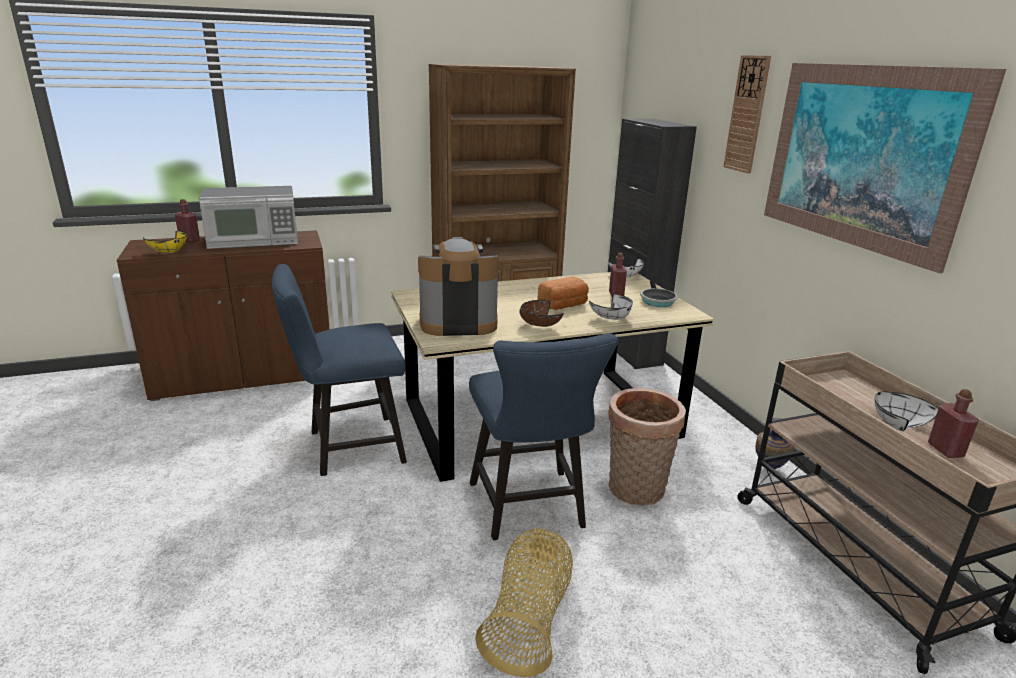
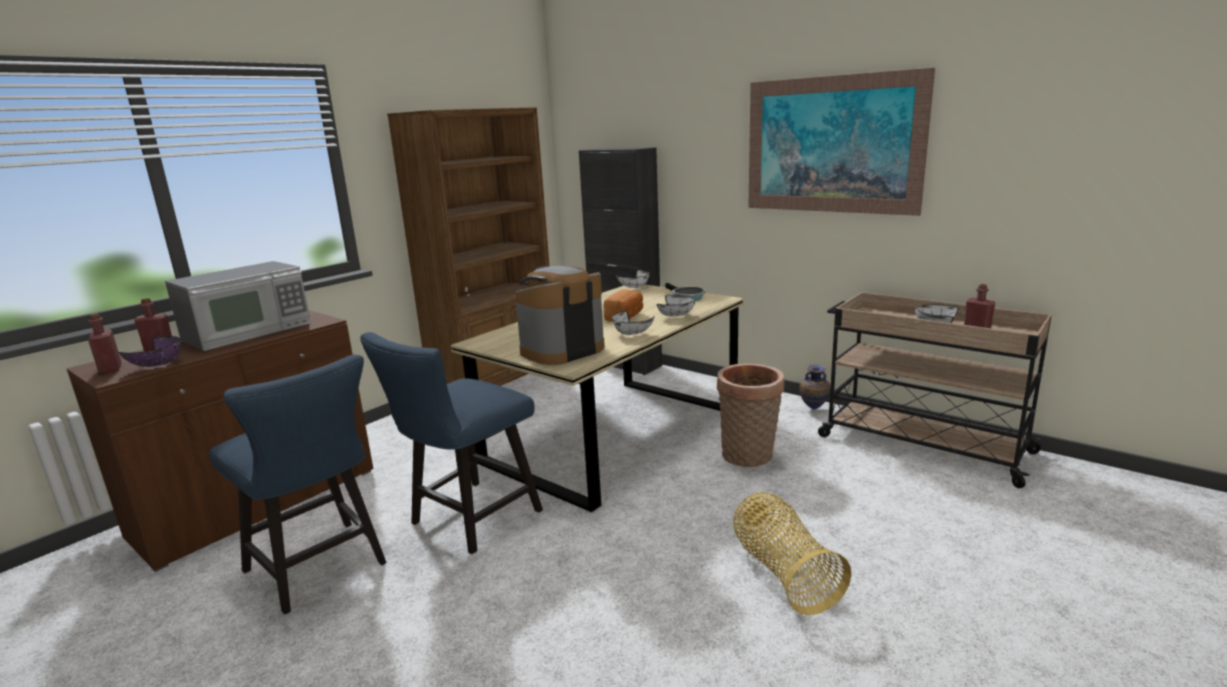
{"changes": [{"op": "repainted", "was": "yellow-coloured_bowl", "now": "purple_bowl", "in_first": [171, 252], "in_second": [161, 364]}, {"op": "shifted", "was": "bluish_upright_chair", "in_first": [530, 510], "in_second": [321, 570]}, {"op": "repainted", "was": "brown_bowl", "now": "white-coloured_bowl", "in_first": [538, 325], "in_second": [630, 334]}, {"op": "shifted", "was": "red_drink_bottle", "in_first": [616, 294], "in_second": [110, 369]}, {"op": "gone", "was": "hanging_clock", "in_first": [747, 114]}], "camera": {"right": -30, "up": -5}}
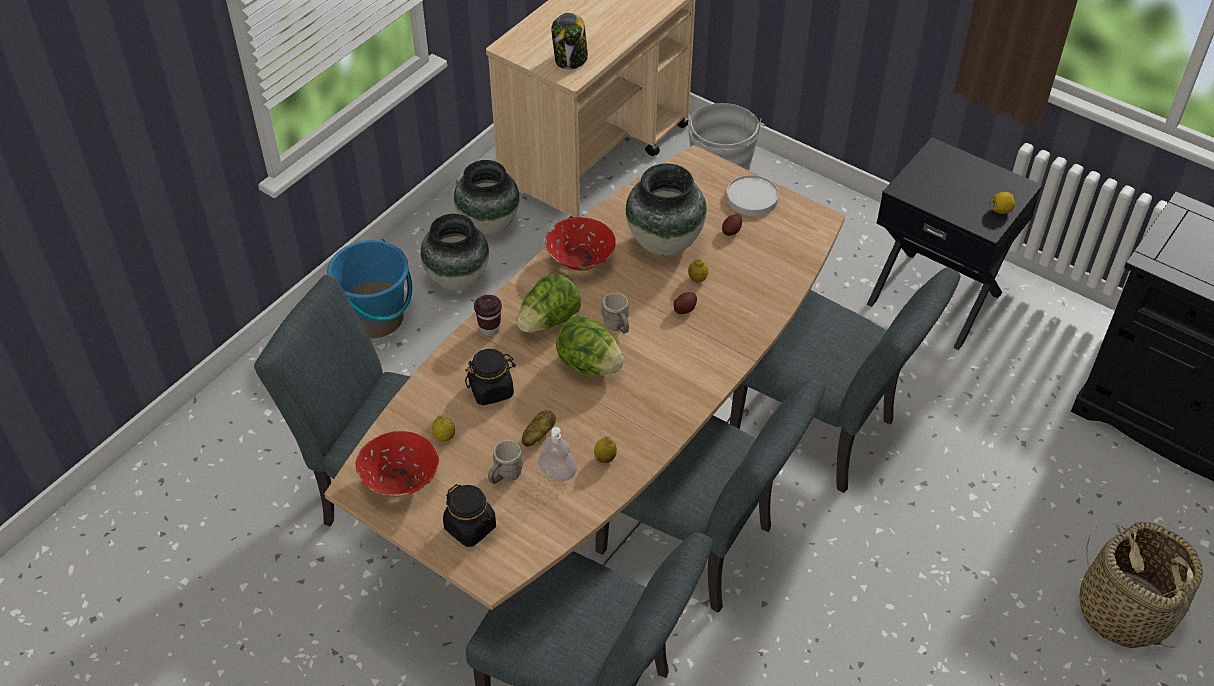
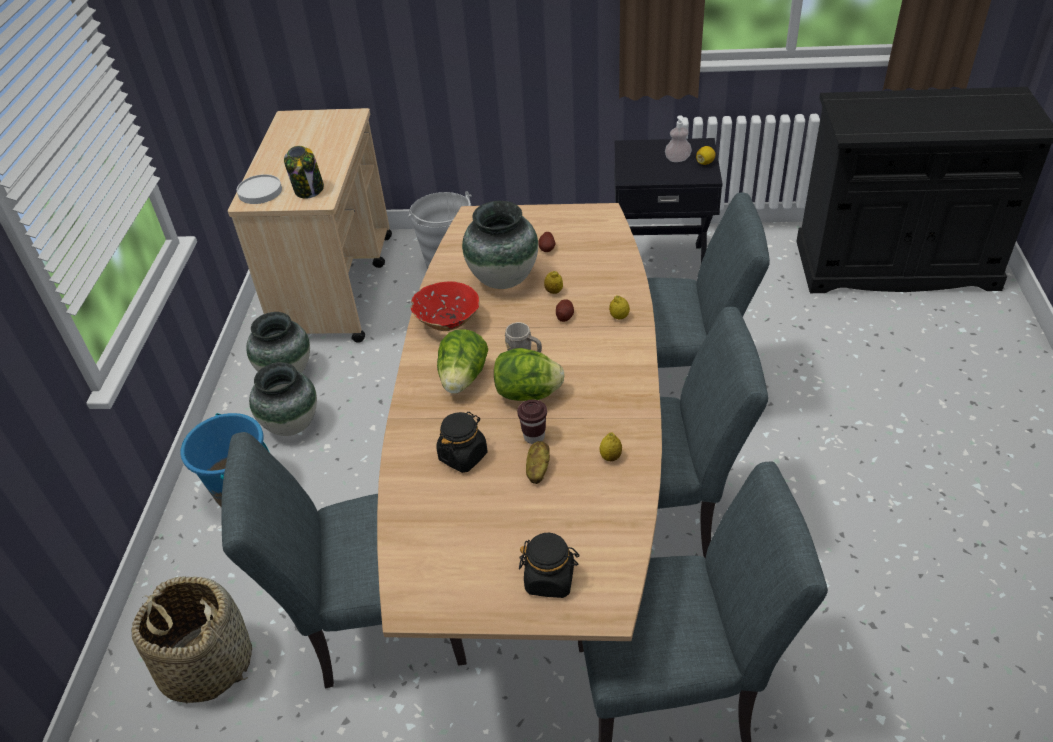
{"changes": [{"op": "gone", "was": "red_bowl", "in_first": [400, 481]}, {"op": "shifted", "was": "whole_lemon", "in_first": [444, 437], "in_second": [619, 317]}, {"op": "shifted", "was": "brown_drinking_cup", "in_first": [490, 329], "in_second": [534, 436]}, {"op": "gone", "was": "greyish_mug", "in_first": [505, 476]}, {"op": "shifted", "was": "soap_bottle", "in_first": [558, 473], "in_second": [677, 159]}, {"op": "shifted", "was": "white-coloured_flat_dish", "in_first": [752, 198], "in_second": [260, 192]}, {"op": "shifted", "was": "household_basket", "in_first": [1124, 610], "in_second": [206, 664]}], "camera": {"right": -30, "up": -5}}
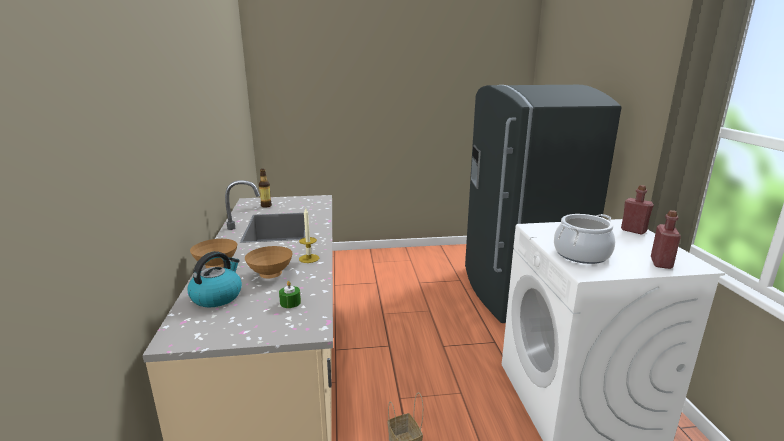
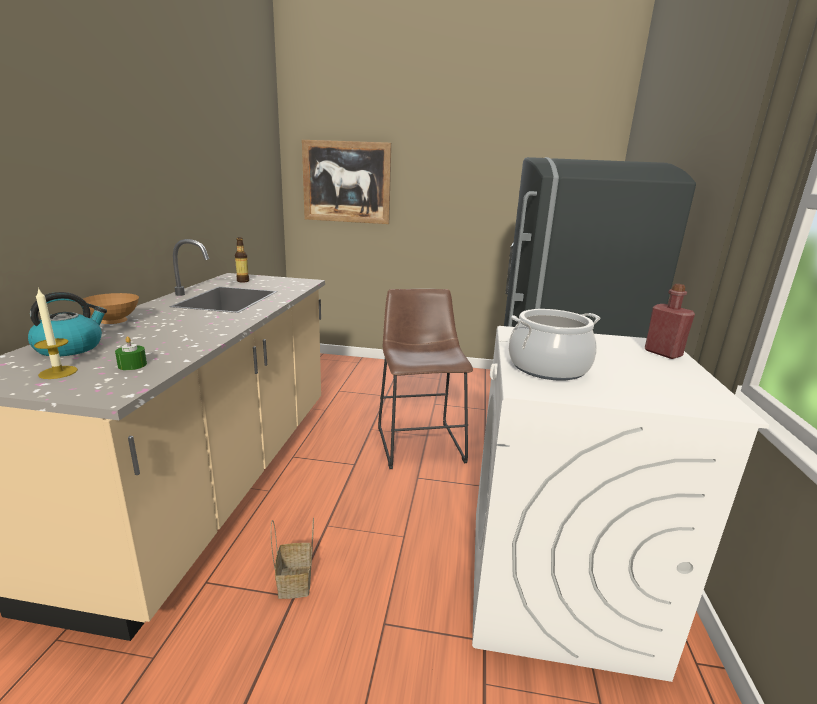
{"changes": [{"op": "gone", "was": "brown_bowl", "in_first": [270, 275]}, {"op": "shifted", "was": "wax_light", "in_first": [309, 258], "in_second": [58, 372]}, {"op": "gone", "was": "red_drink_bottle", "in_first": [661, 263]}, {"op": "new", "now": "wall_art", "in_second": [346, 182]}, {"op": "new", "now": "brown_sitting_stool", "in_second": [419, 441]}], "camera": {"right": 15, "up": 0}}
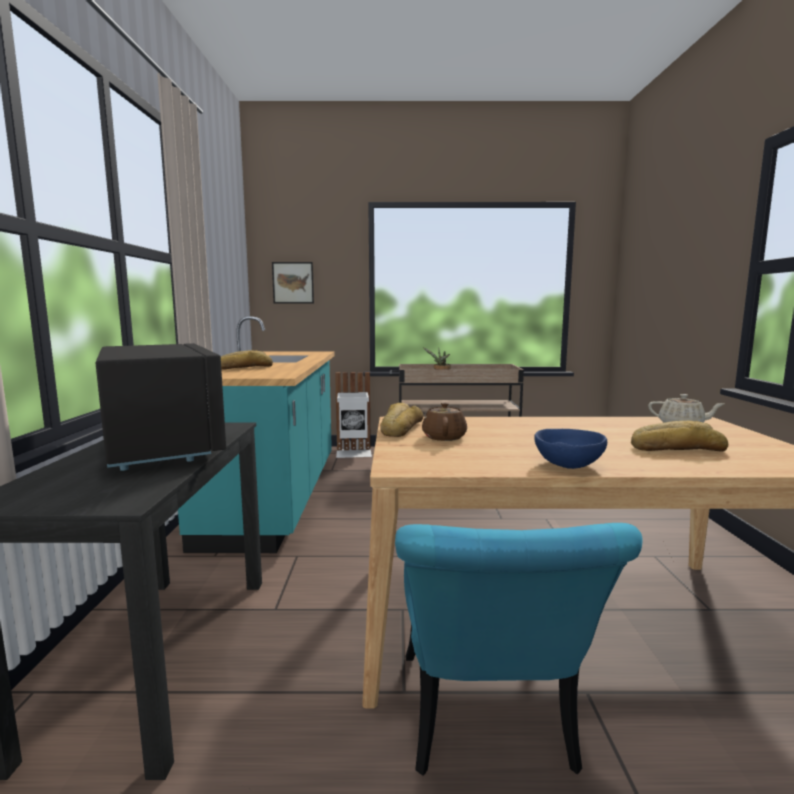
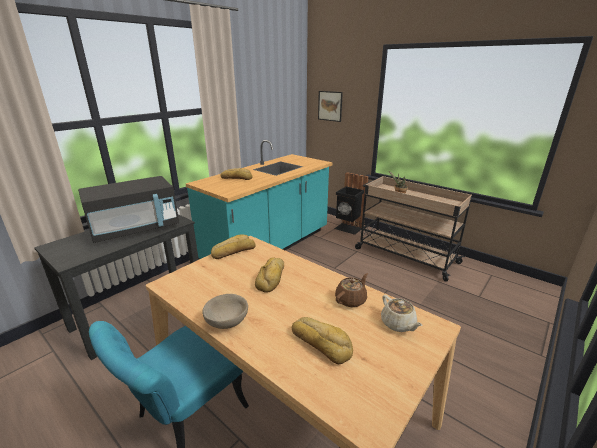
{"changes": [{"op": "rotated", "was": "blackish_microwave", "in_first": [163, 445], "in_second": [136, 229], "clockwise": 45}, {"op": "repainted", "was": "white-coloured_rubbish_bin", "now": "blackish_rubbish_bin", "in_first": [354, 453], "in_second": [348, 228]}, {"op": "shifted", "was": "brown_pot_for_tea", "in_first": [444, 437], "in_second": [351, 300]}, {"op": "repainted", "was": "bluish_bowl", "now": "beige_bowl", "in_first": [567, 465], "in_second": [227, 321]}, {"op": "new", "now": "bakery_bread", "in_second": [272, 277]}], "camera": {"right": 40, "up": 15}}
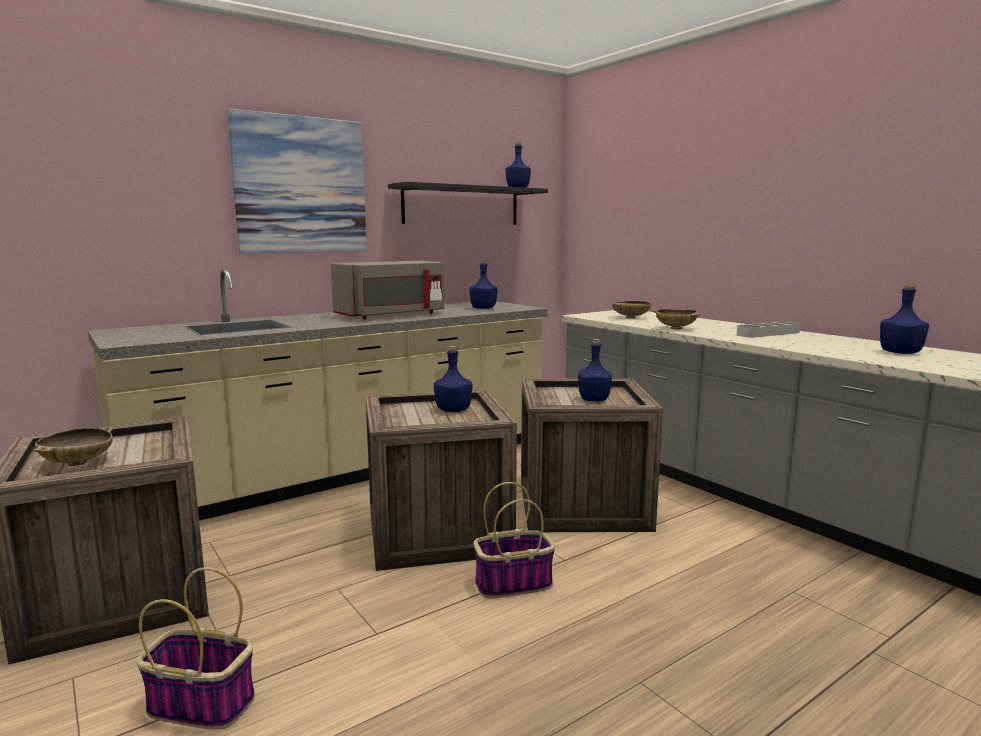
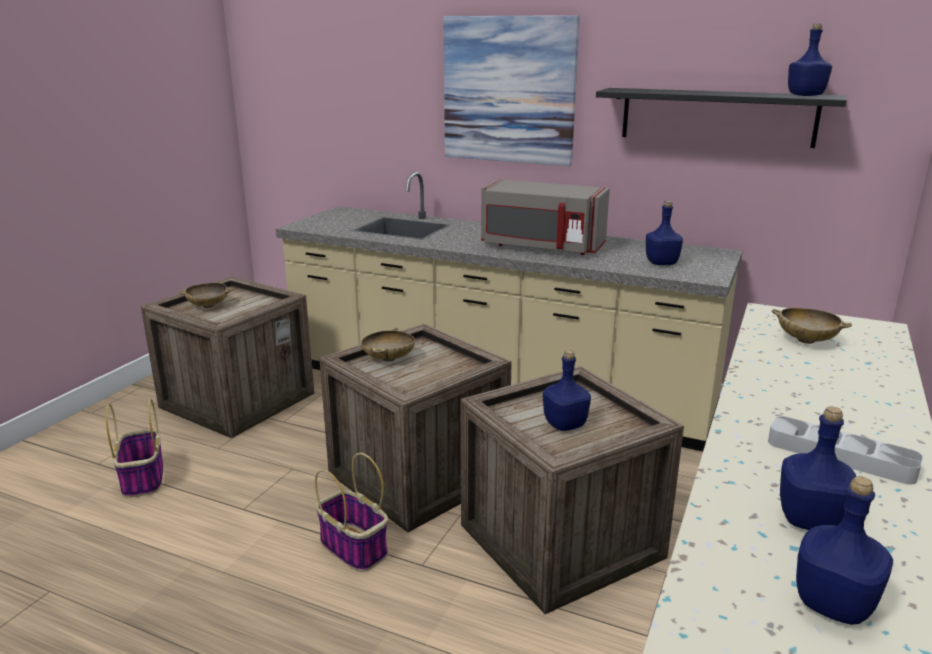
{"changes": [{"op": "shifted", "was": "bluish_drink_bottle", "in_first": [453, 410], "in_second": [810, 521]}, {"op": "shifted", "was": "beige_bowl", "in_first": [675, 328], "in_second": [388, 359]}], "camera": {"right": 60, "up": 10}}
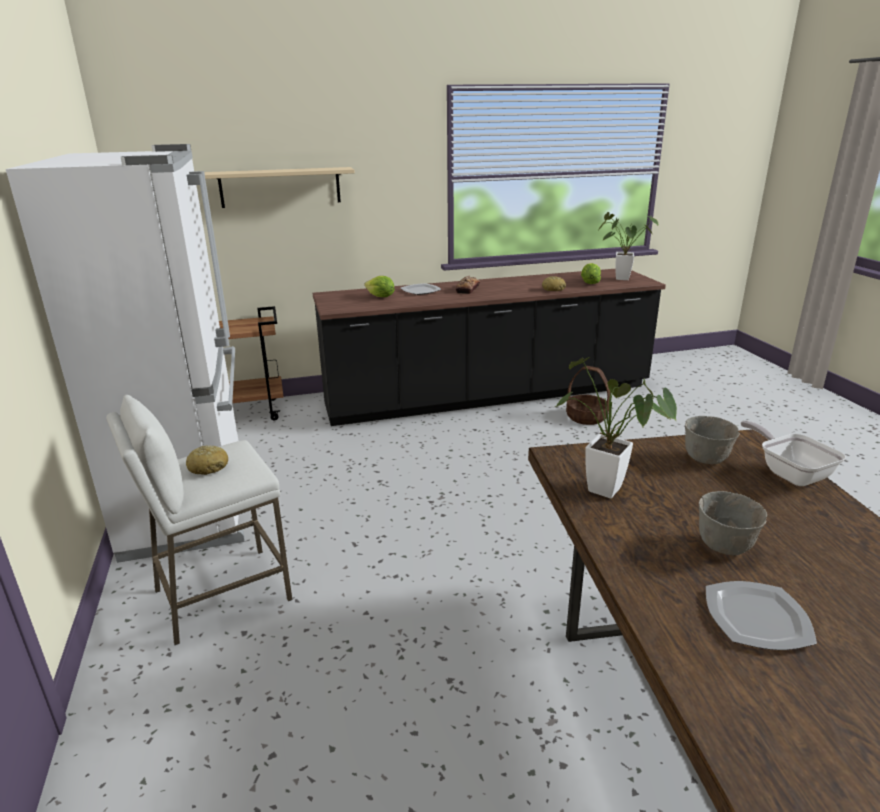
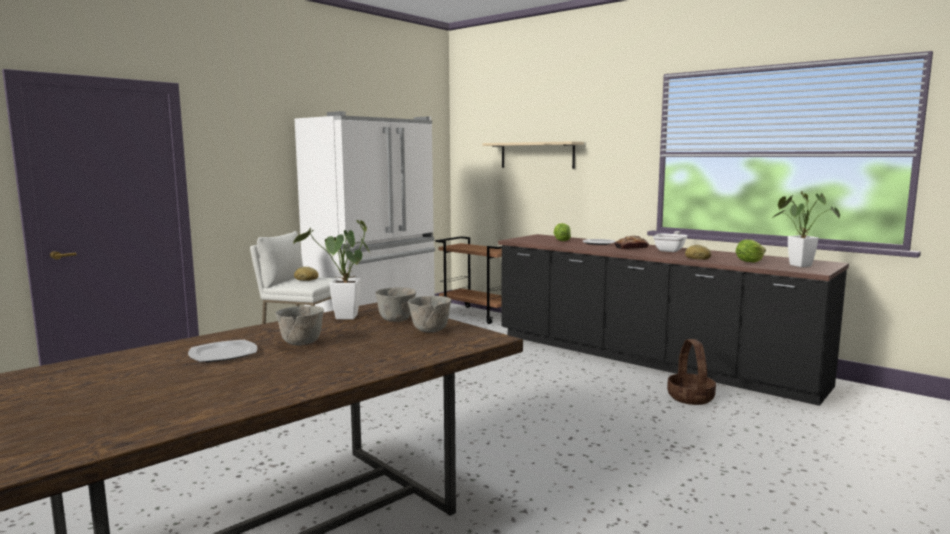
{"changes": [{"op": "shifted", "was": "frying_pan", "in_first": [789, 473], "in_second": [670, 250]}, {"op": "new", "now": "greyish_bowl", "in_second": [397, 320]}], "camera": {"right": 55, "up": -15}}
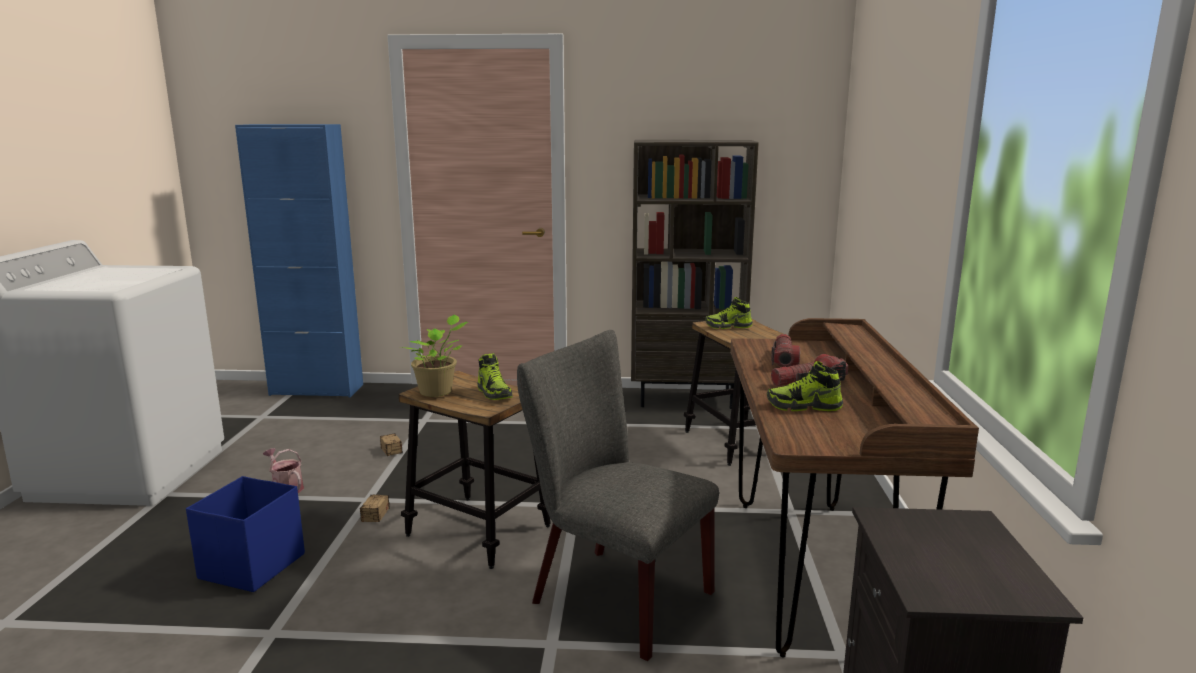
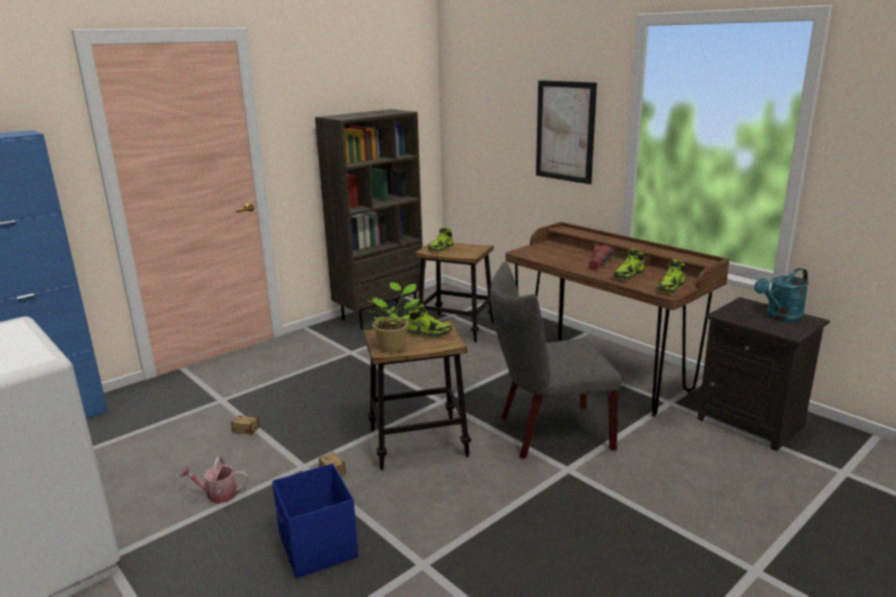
{"changes": [{"op": "gone", "was": "flashlight", "in_first": [783, 359]}, {"op": "new", "now": "wall_art", "in_second": [565, 131]}, {"op": "new", "now": "item_of_footwear", "in_second": [670, 288]}, {"op": "new", "now": "turquoise-coloured_sprinkling_can", "in_second": [780, 317]}], "camera": {"right": -45, "up": 5}}
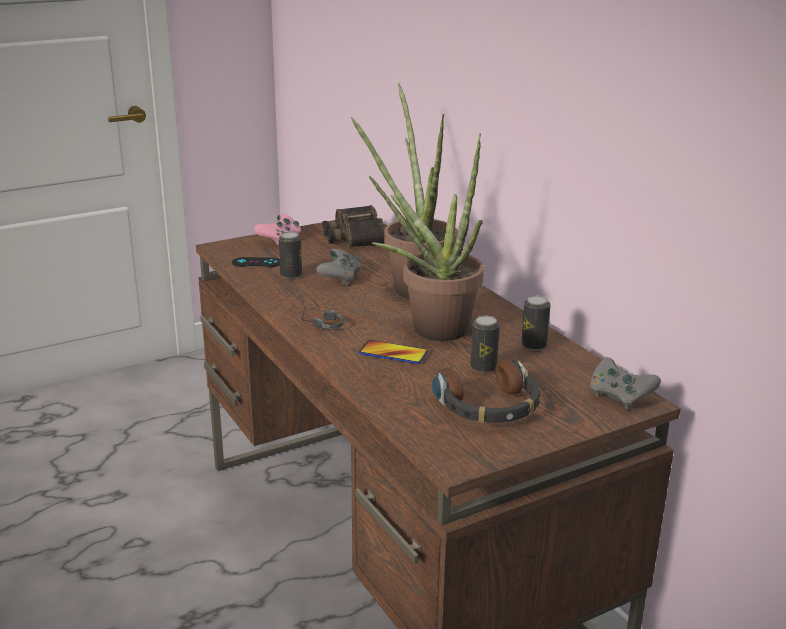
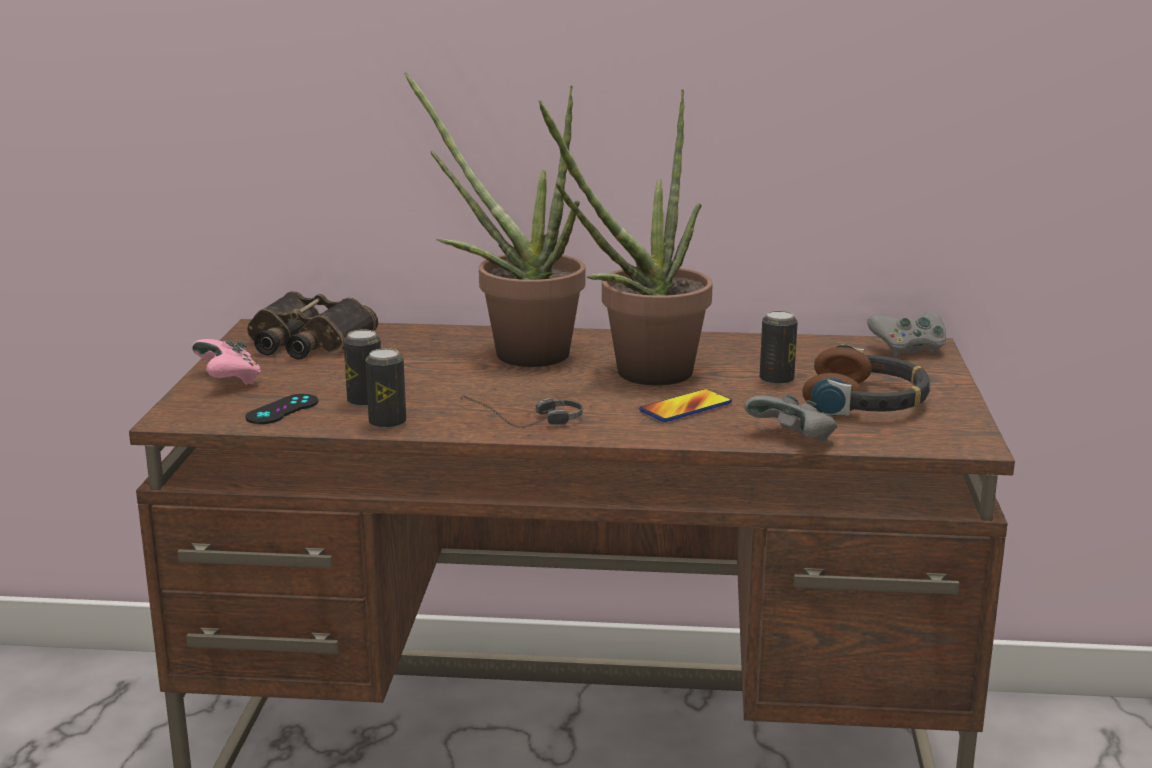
{"changes": [{"op": "shifted", "was": "greyish_joypad", "in_first": [340, 278], "in_second": [793, 439]}, {"op": "shifted", "was": "sealed_can", "in_first": [533, 345], "in_second": [387, 423]}], "camera": {"right": -55, "up": -5}}
